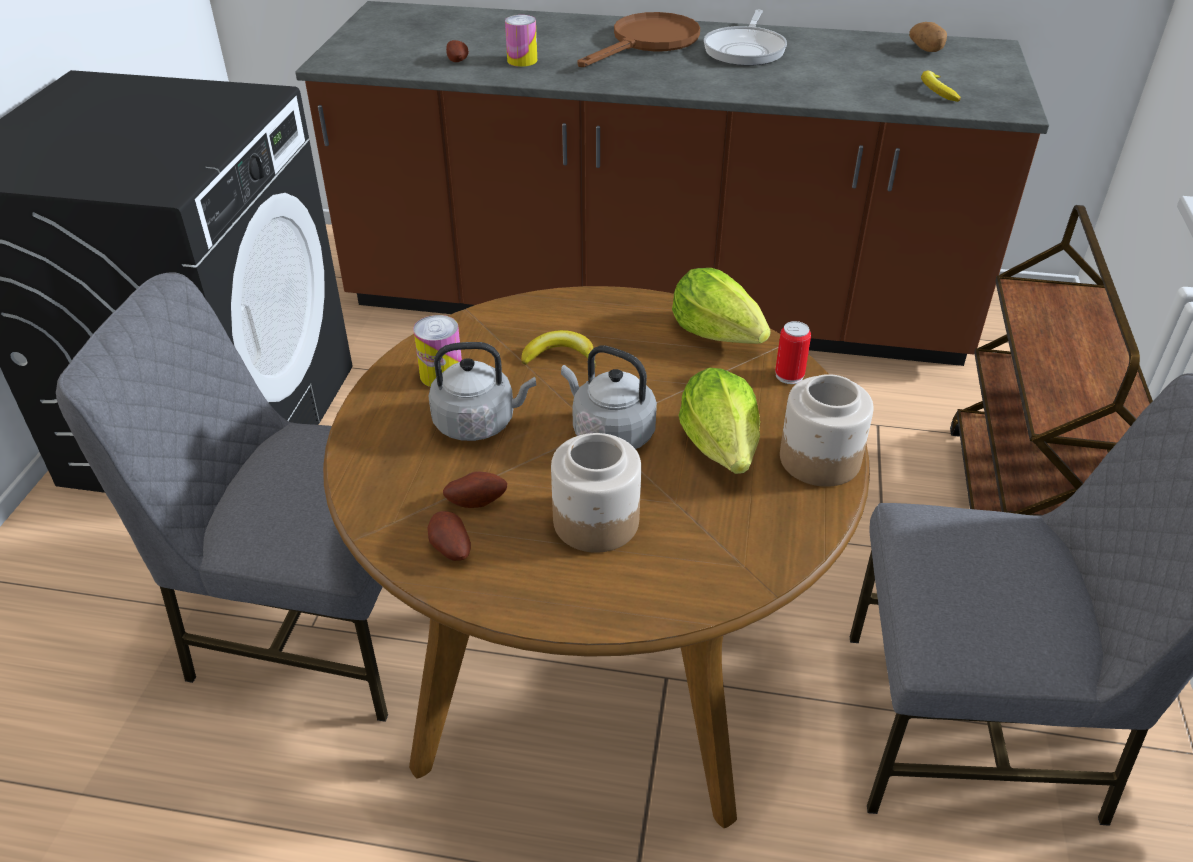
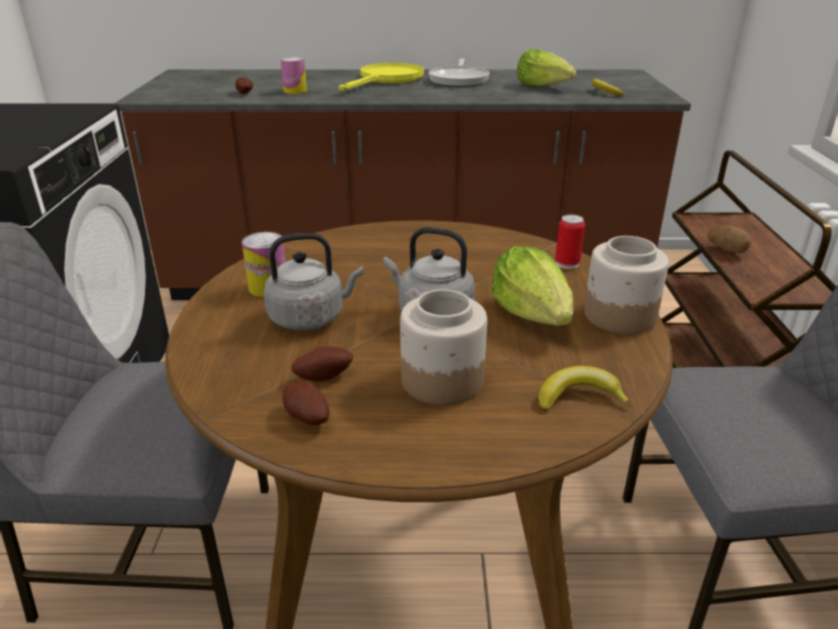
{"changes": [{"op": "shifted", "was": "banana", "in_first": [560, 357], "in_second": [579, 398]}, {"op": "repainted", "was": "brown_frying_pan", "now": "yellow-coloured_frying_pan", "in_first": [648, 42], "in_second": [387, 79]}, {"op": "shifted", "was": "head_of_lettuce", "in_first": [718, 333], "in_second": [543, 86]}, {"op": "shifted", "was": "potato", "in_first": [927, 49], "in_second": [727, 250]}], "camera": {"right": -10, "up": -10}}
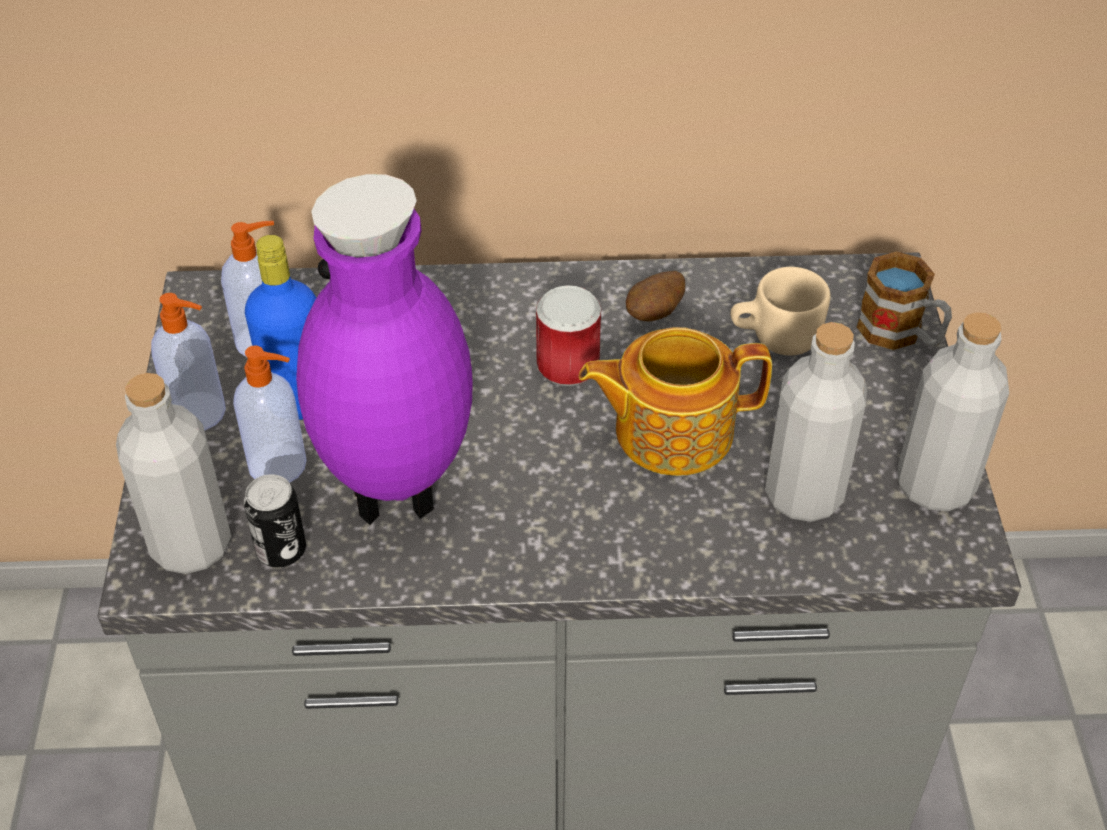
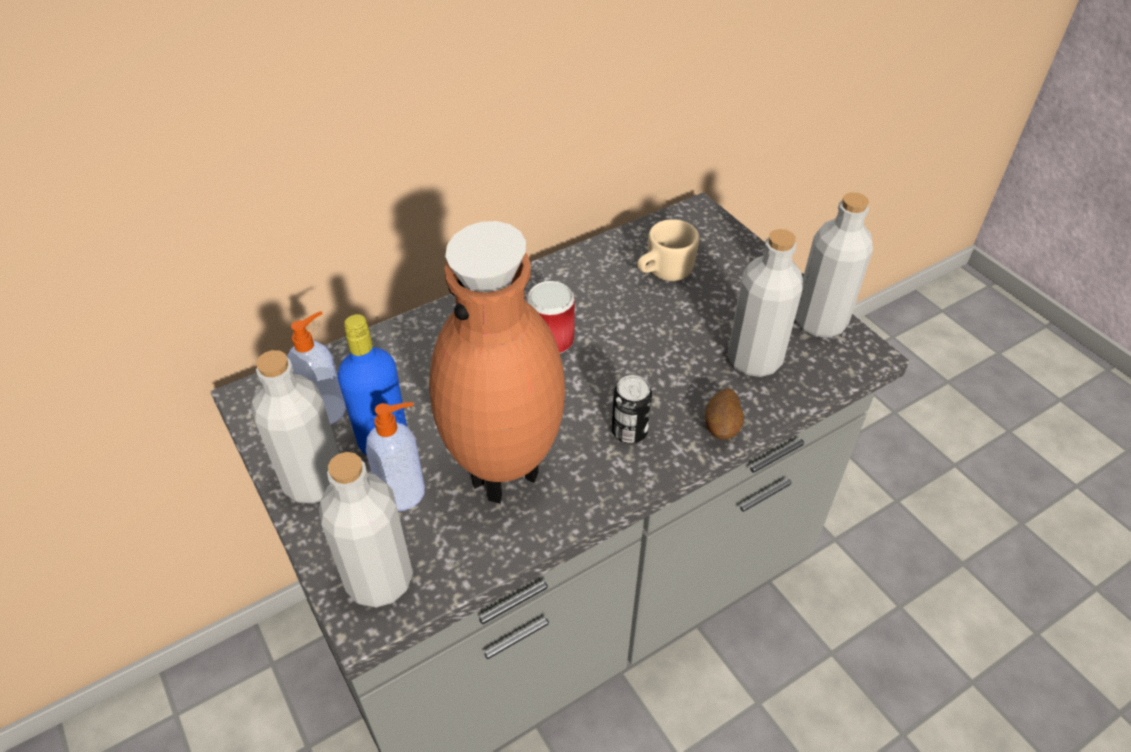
{"changes": [{"op": "swapped", "was": "soap_bottle", "now": "greyish_drink_bottle", "in_first": [200, 412], "in_second": [314, 481]}, {"op": "shifted", "was": "sealed_can", "in_first": [281, 550], "in_second": [629, 431]}, {"op": "repainted", "was": "purple_flower_vase", "now": "brown_flower_vase", "in_first": [400, 497], "in_second": [507, 475]}, {"op": "gone", "was": "pot_for_tea", "in_first": [670, 430]}, {"op": "shifted", "was": "potato", "in_first": [655, 314], "in_second": [722, 427]}, {"op": "gone", "was": "mug", "in_first": [900, 334]}], "camera": {"right": -30, "up": 0}}
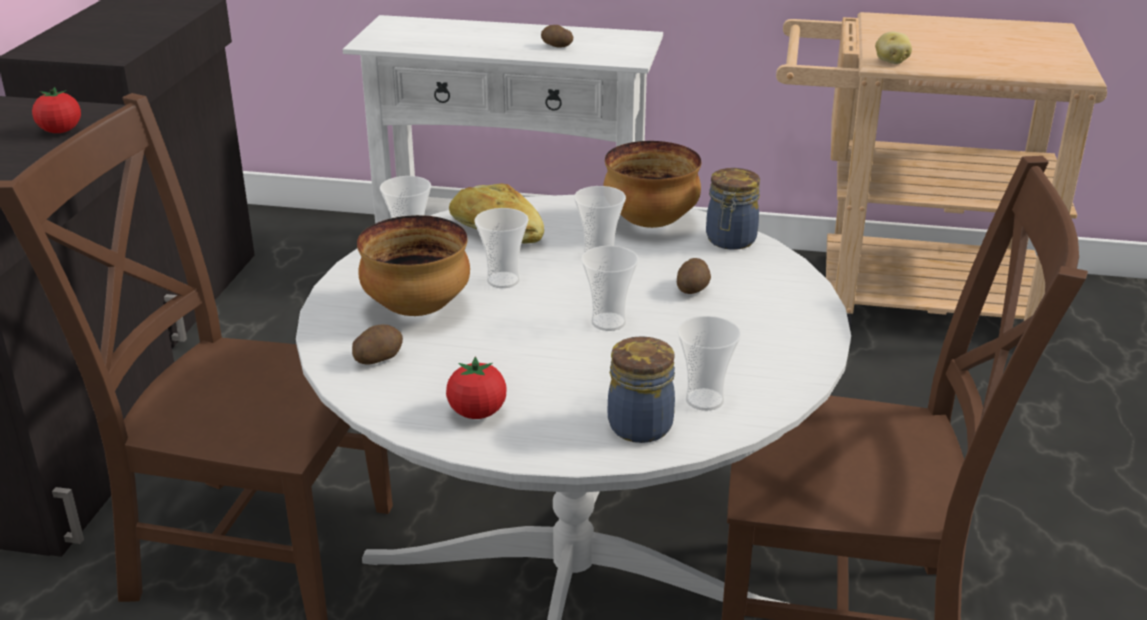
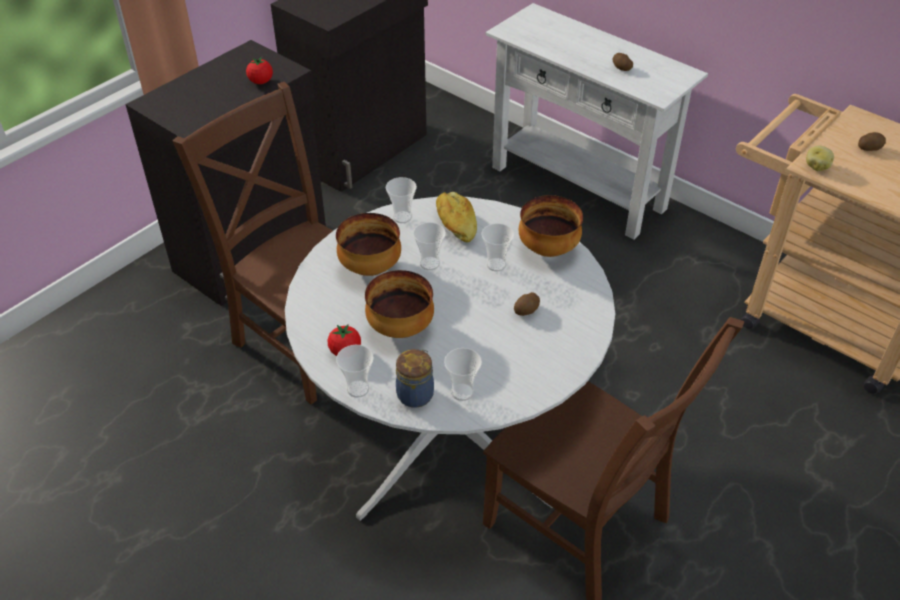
{"changes": [{"op": "shifted", "was": "potato", "in_first": [377, 358], "in_second": [869, 148]}, {"op": "shifted", "was": "drinking_cup", "in_first": [608, 322], "in_second": [358, 389]}, {"op": "gone", "was": "jar", "in_first": [730, 241]}, {"op": "new", "now": "bowl", "in_second": [400, 328]}], "camera": {"right": 30, "up": 15}}
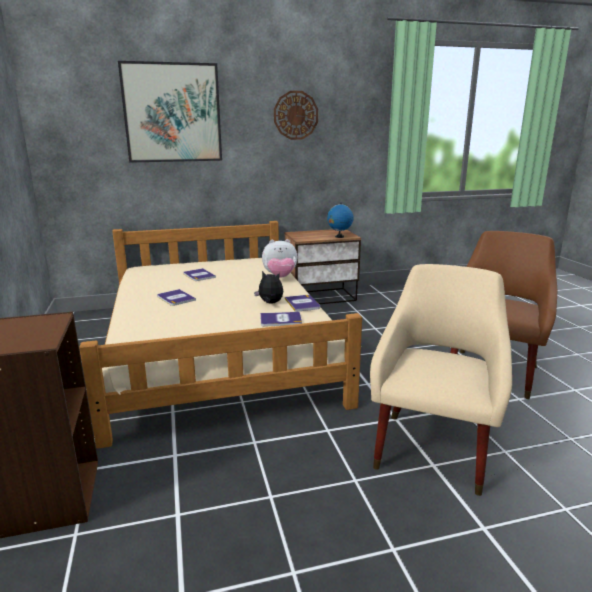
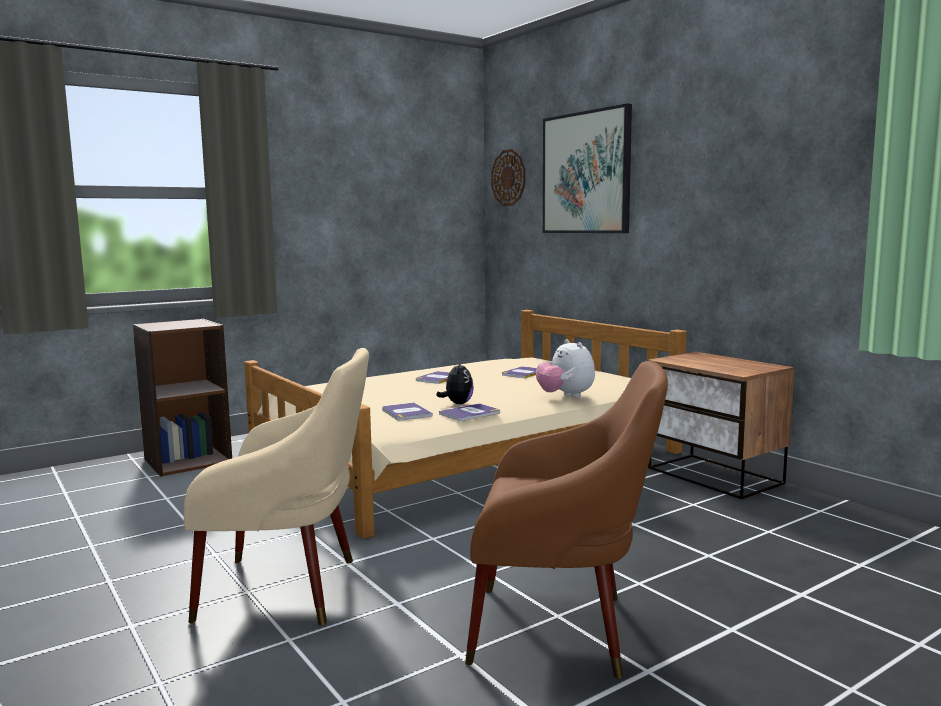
{"changes": [{"op": "shifted", "was": "hanging_clock", "in_first": [295, 115], "in_second": [508, 178]}, {"op": "gone", "was": "desk_globe", "in_first": [339, 237]}], "camera": {"right": 70, "up": -10}}
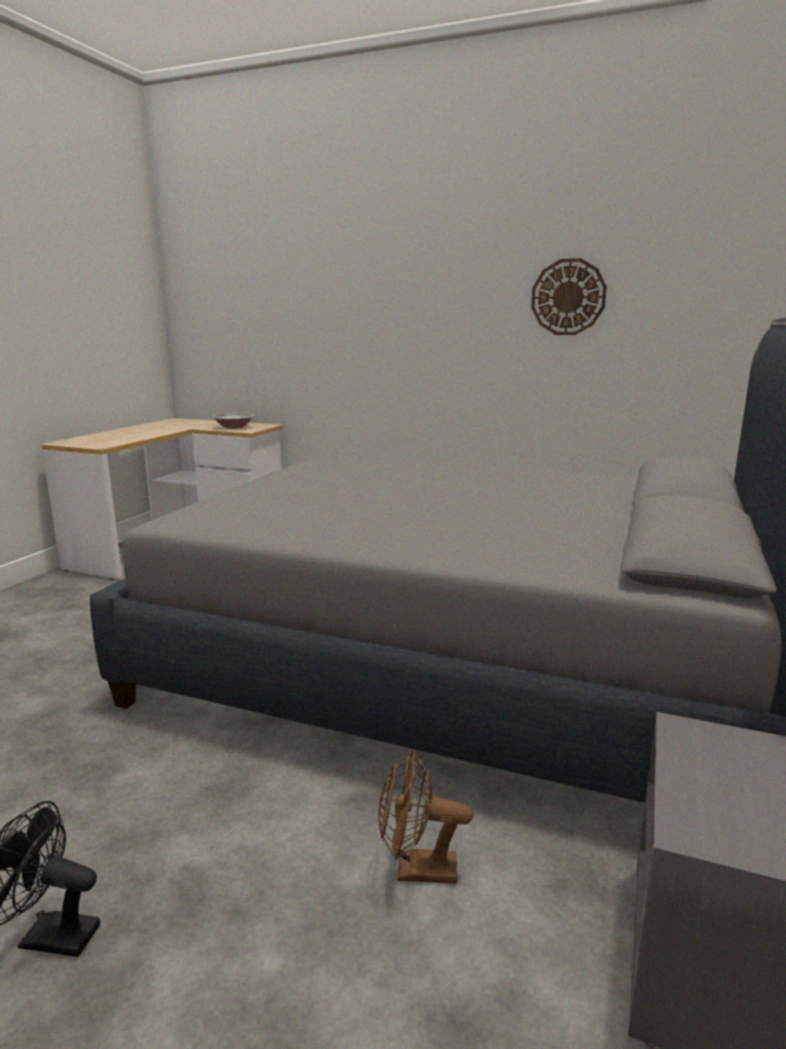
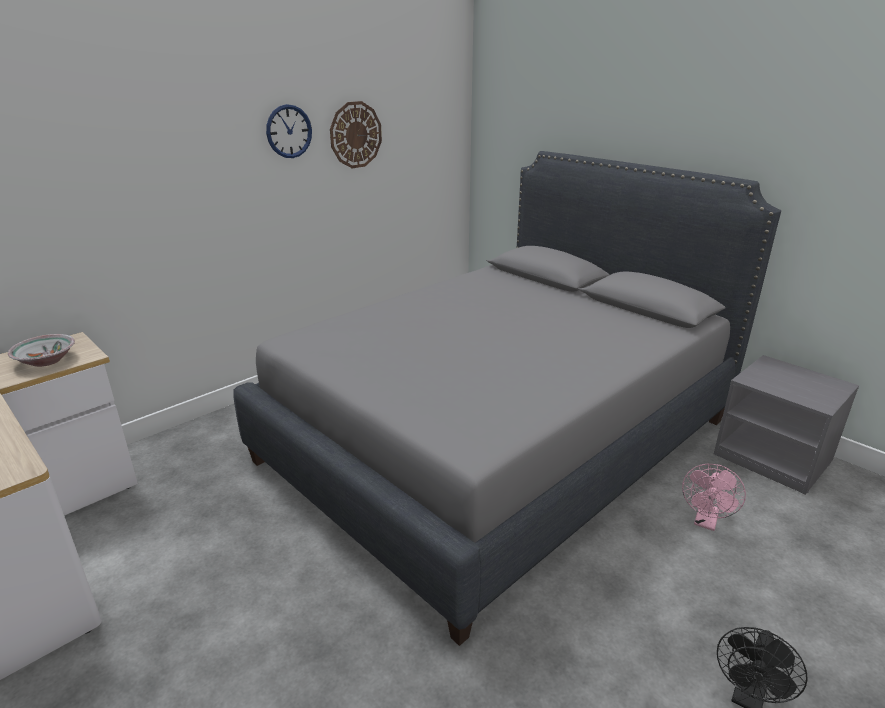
{"changes": [{"op": "repainted", "was": "brown_fan", "now": "pink-coloured_fan", "in_first": [416, 870], "in_second": [706, 522]}, {"op": "new", "now": "hanging_clock", "in_second": [289, 131]}], "camera": {"right": -65, "up": 10}}
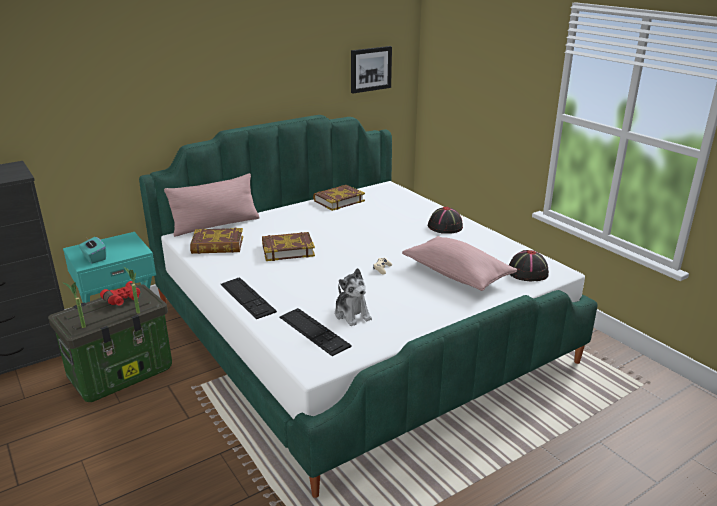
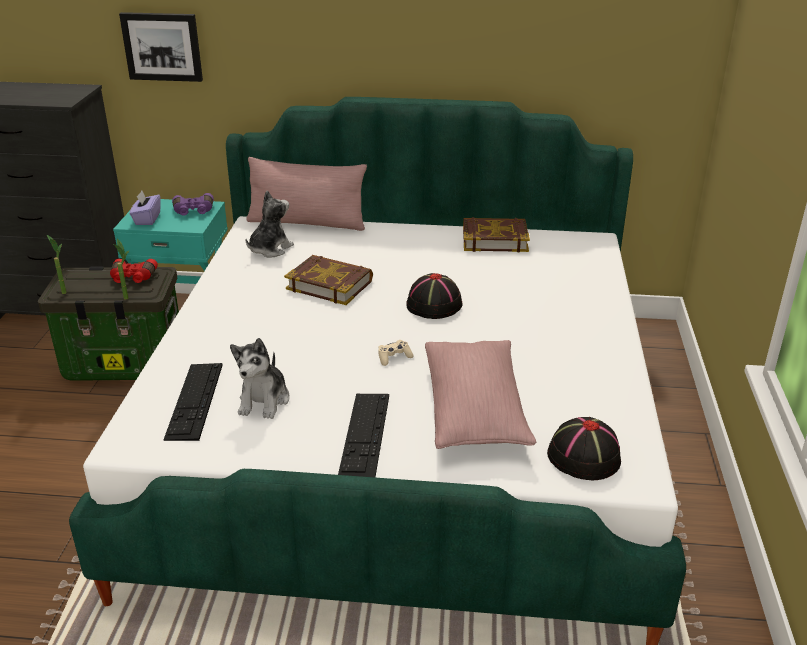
{"changes": [{"op": "repainted", "was": "turquoise-coloured_tissue_holder", "now": "purple_tissue_holder", "in_first": [94, 258], "in_second": [147, 219]}, {"op": "swapped", "was": "bound_book", "now": "soft_toy", "in_first": [217, 245], "in_second": [269, 249]}, {"op": "shifted", "was": "keyboard", "in_first": [247, 297], "in_second": [364, 434]}, {"op": "shifted", "was": "wall_art", "in_first": [370, 69], "in_second": [162, 46]}, {"op": "shifted", "was": "blackish_hat", "in_first": [445, 227], "in_second": [433, 305]}, {"op": "new", "now": "purple_binoculars", "in_second": [193, 211]}], "camera": {"right": 40, "up": 5}}
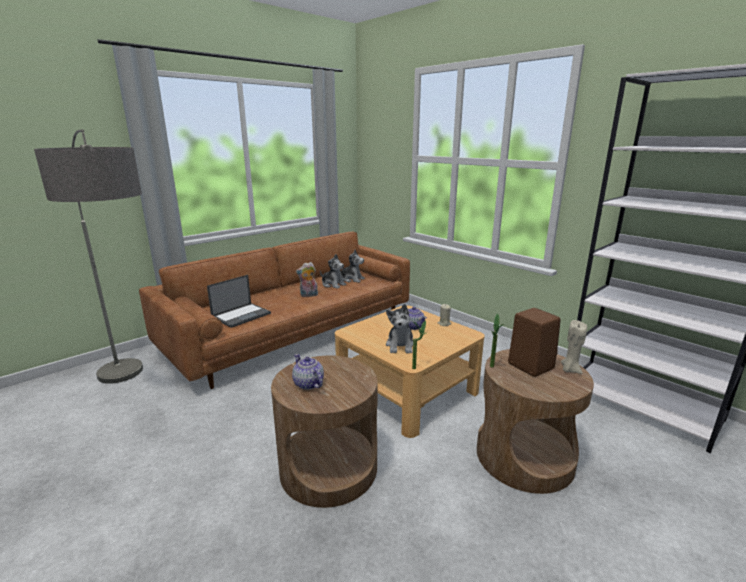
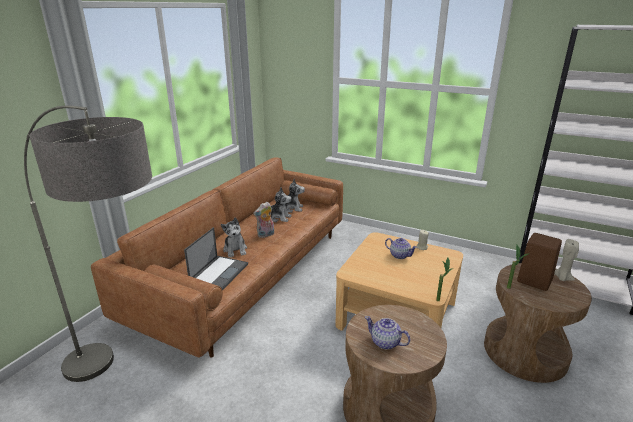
{"changes": [{"op": "shifted", "was": "soft_toy", "in_first": [400, 345], "in_second": [235, 250]}], "camera": {"right": -20, "up": 5}}
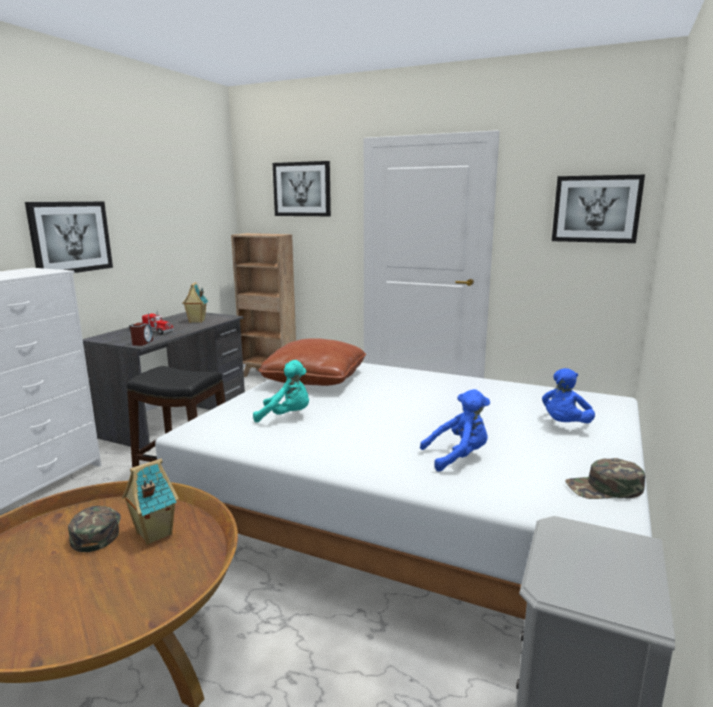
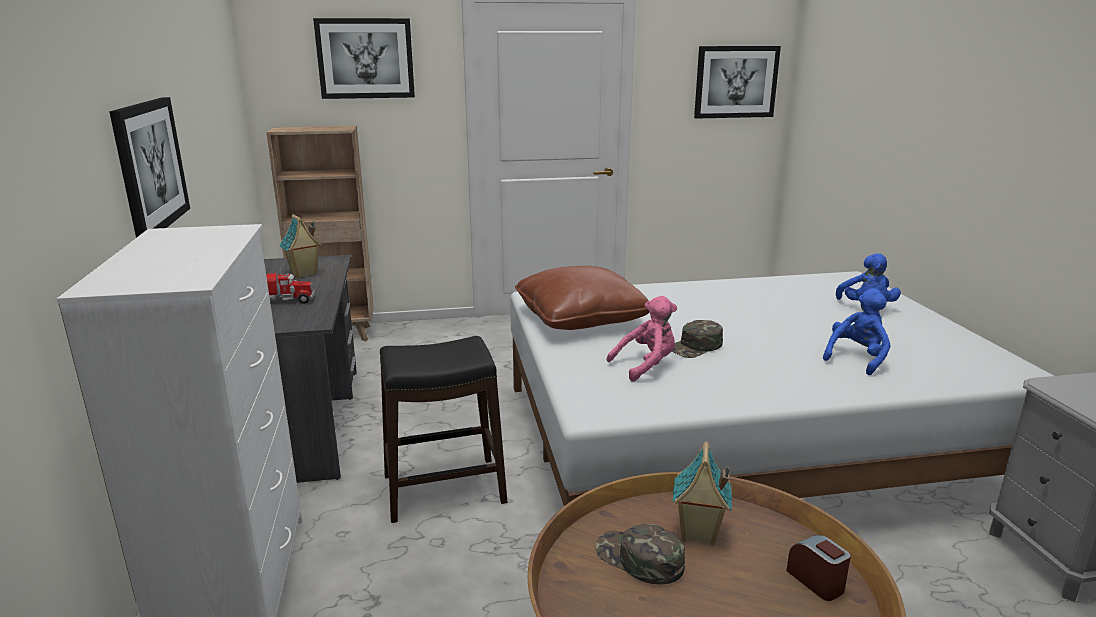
{"changes": [{"op": "shifted", "was": "bedside_clock", "in_first": [142, 342], "in_second": [816, 581]}, {"op": "repainted", "was": "turquoise-coloured_soft_toy", "now": "pink-coloured_soft_toy", "in_first": [287, 416], "in_second": [646, 366]}, {"op": "shifted", "was": "green-coloured_baseball_cap", "in_first": [604, 488], "in_second": [695, 347]}], "camera": {"right": -35, "up": 5}}
